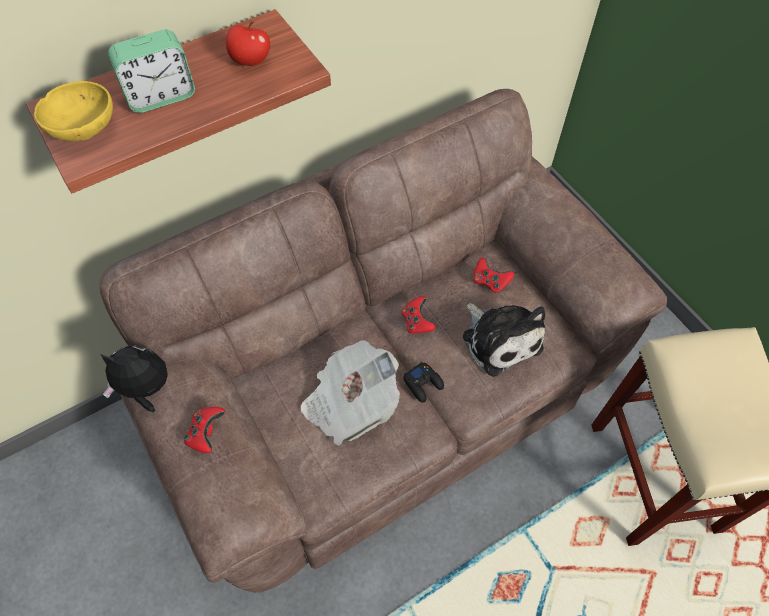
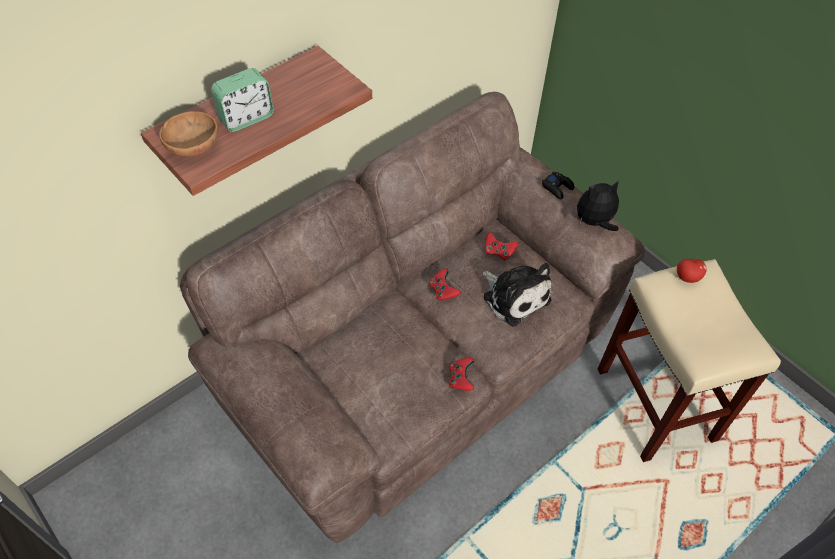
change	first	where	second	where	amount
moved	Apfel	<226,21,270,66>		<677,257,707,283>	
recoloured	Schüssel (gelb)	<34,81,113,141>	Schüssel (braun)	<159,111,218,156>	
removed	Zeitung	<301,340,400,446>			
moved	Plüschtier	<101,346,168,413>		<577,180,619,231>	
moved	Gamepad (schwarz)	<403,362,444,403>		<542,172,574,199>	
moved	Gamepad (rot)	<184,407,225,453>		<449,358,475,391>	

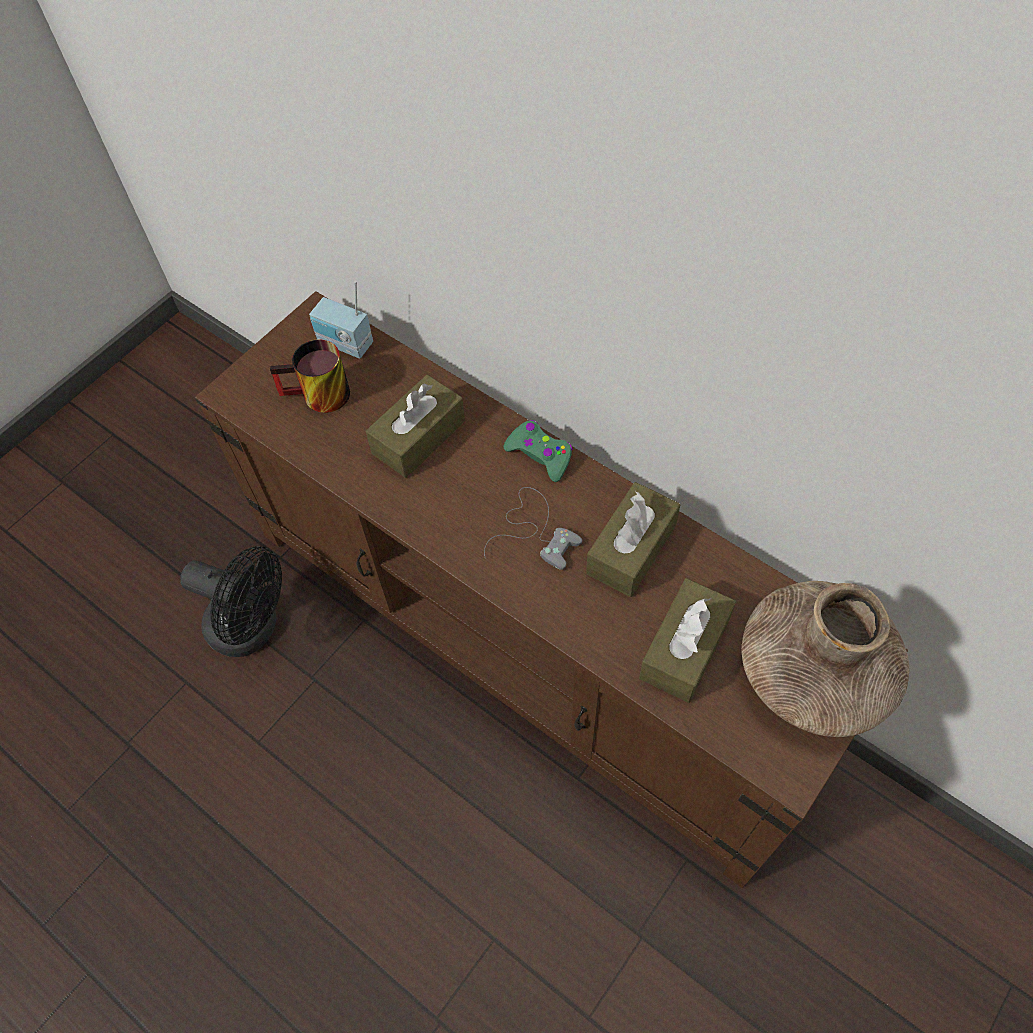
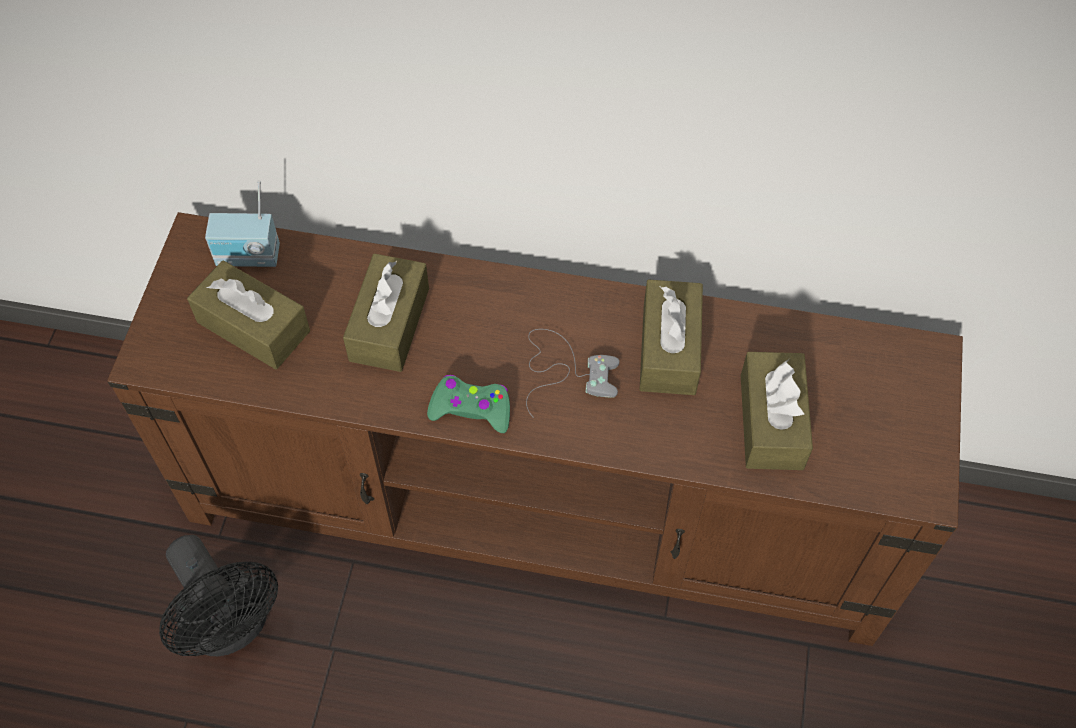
change	first	where	second	where	amount
replaced	Henkelbecher	<270,339,350,413>	Taschentuchbox (braun)	<187,260,310,370>	
moved	Gamepad (grün)	<503,420,573,482>		<427,375,510,433>	
turned	Ventilator (schwarz)	<181,546,282,657>		<159,535,278,656>	60 degrees clockwise
removed	Vase (braun)	<741,581,909,737>			

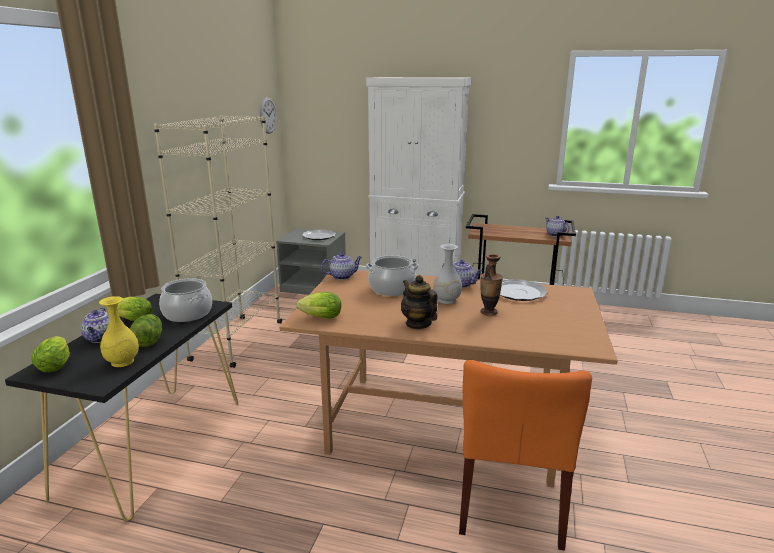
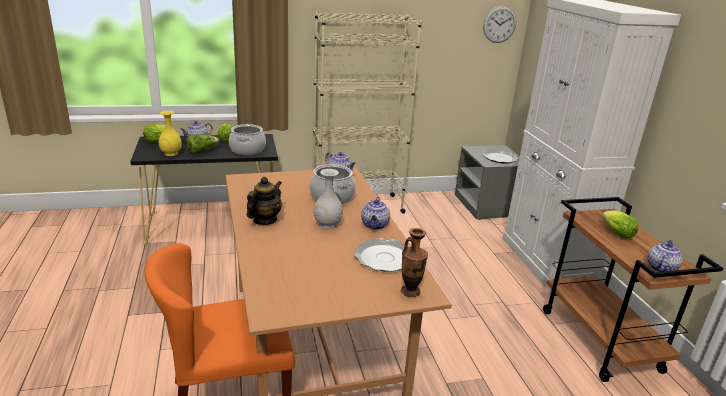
change	first	where	second	where	amount
moved	Vase	<480,254,503,316>		<401,228,428,297>	
moved	Salatkopf	<297,292,341,318>		<602,211,638,238>	

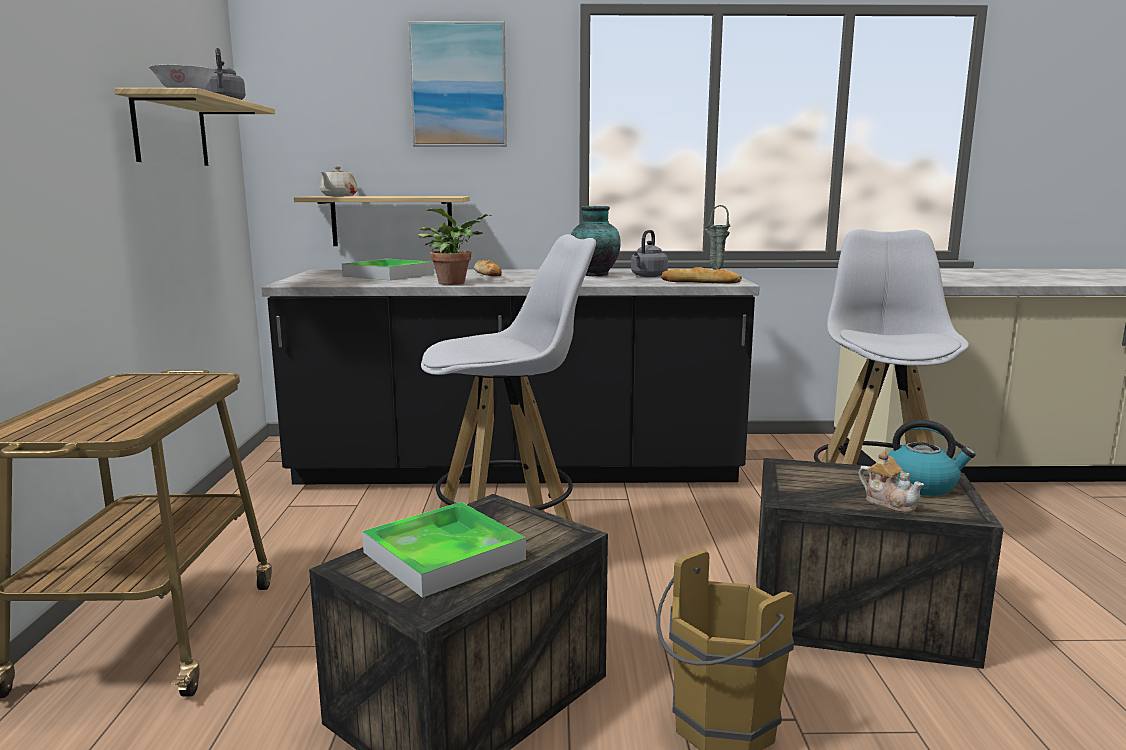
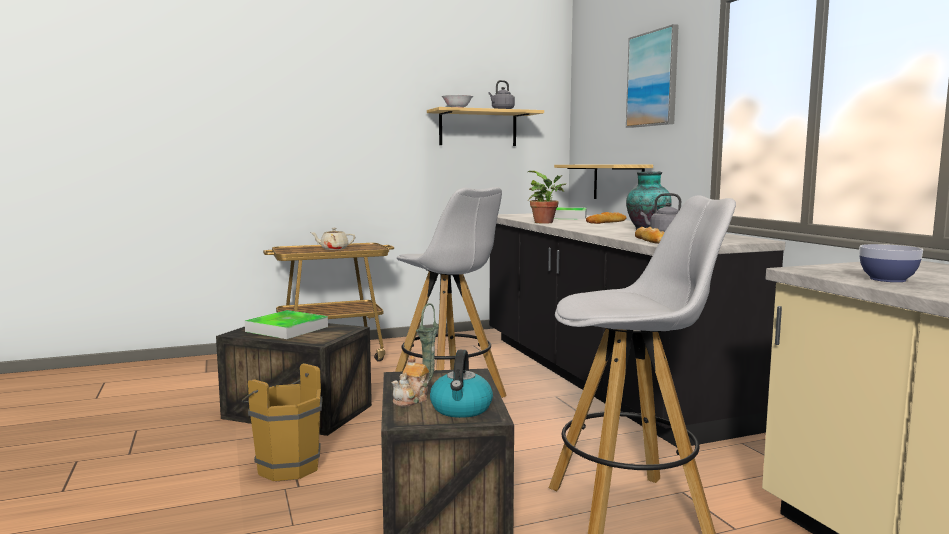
change	first	where	second	where	amount
moved	Teekanne (beige)	<320,166,358,196>		<310,228,355,250>	
moved	Vase (grün)	<705,205,730,270>		<416,303,439,381>	
added			Schüssel	<859,244,923,282>	

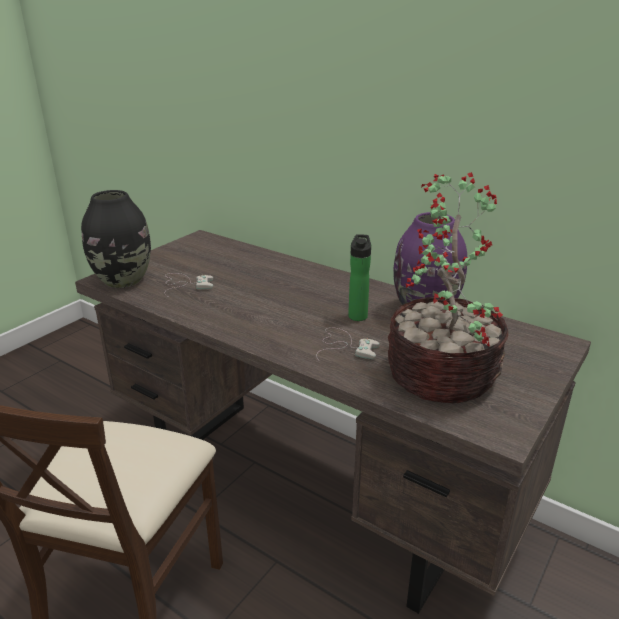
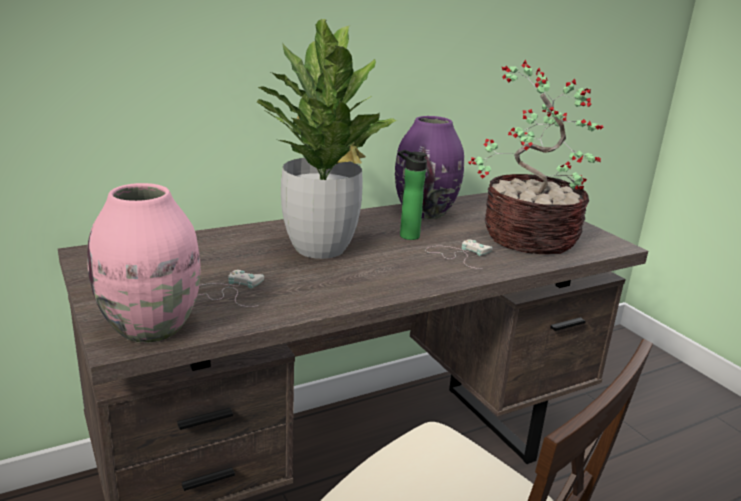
change	first	where	second	where	amount
recoloured	Vase (schwarz)	<81,190,151,288>	Vase (rosa)	<87,183,201,343>	
added			Topfpflanze	<257,19,397,259>	

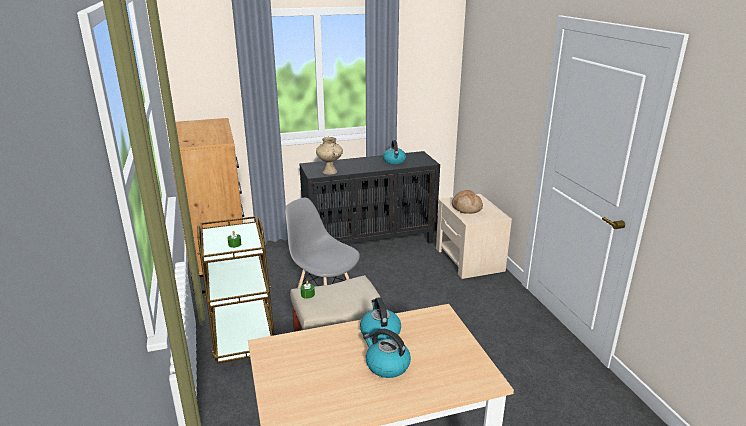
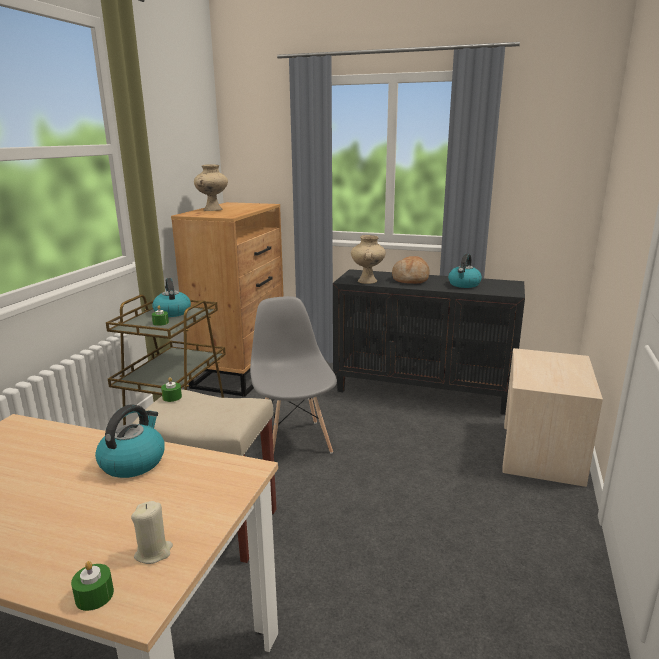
change	first	where	second	where	amount
moved	Brot	<452,190,483,214>		<392,256,430,284>	
moved	Wasserkessel	<363,329,411,378>		<152,278,191,317>	
added			Vase (beige)	<194,164,228,211>	
added			Kerze (beige)	<131,501,173,564>	
added			Kerze (grün)	<71,561,114,611>	

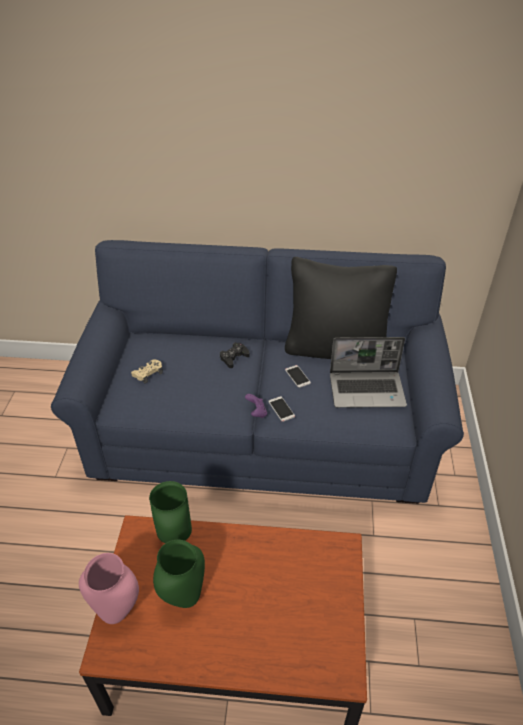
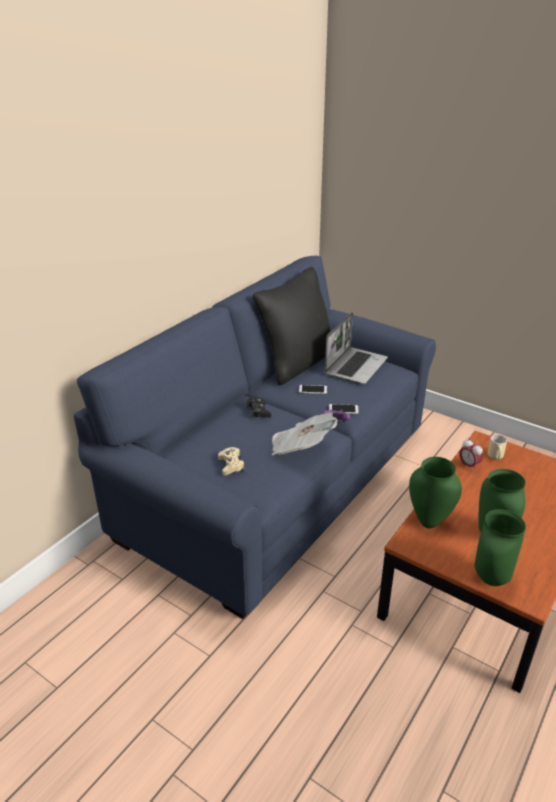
change	first	where	second	where	amount
recoloured	Vase (rosa)	<79,553,139,624>	Vase (grün)	<475,509,526,586>	
added			Zeitung	<272,413,338,455>	
added			Henkelbecher (beige)	<487,435,507,460>	
added			Wecker	<459,439,483,471>	

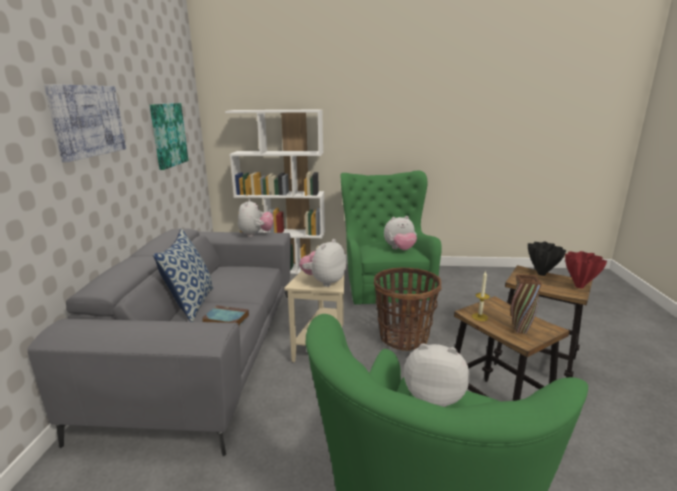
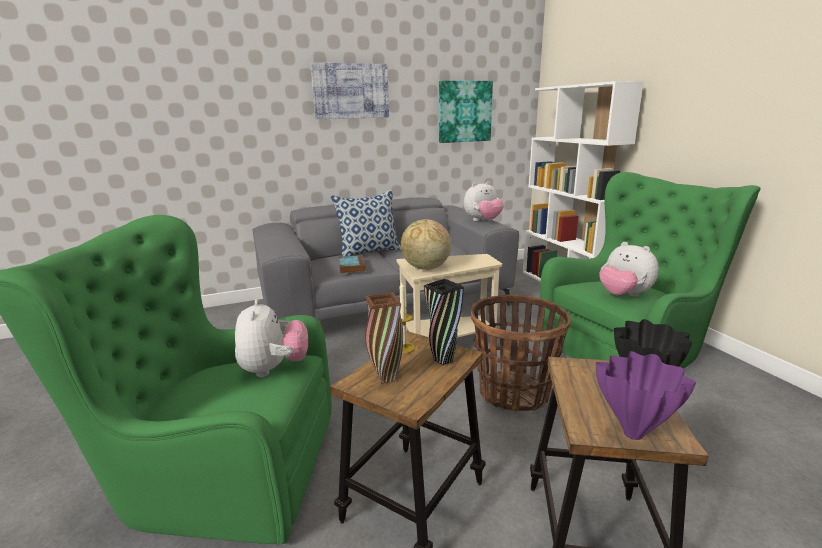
change	first	where	second	where	amount
replaced	Plüschtier	<299,239,346,287>	Globus	<401,219,451,270>	
recoloured	Vase (rot)	<565,251,607,288>	Vase (lila)	<596,351,696,440>	
added			Vase (schwarz)	<424,279,464,365>	

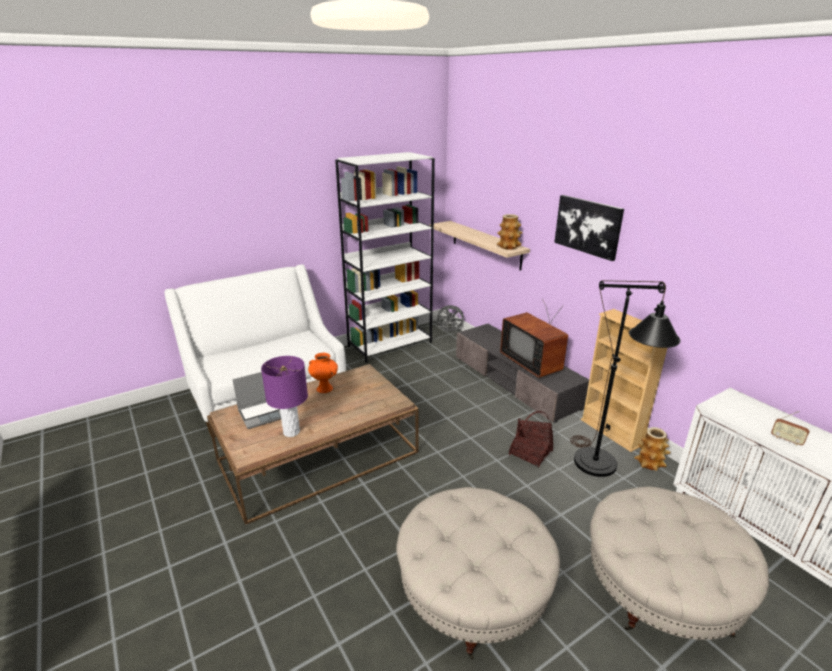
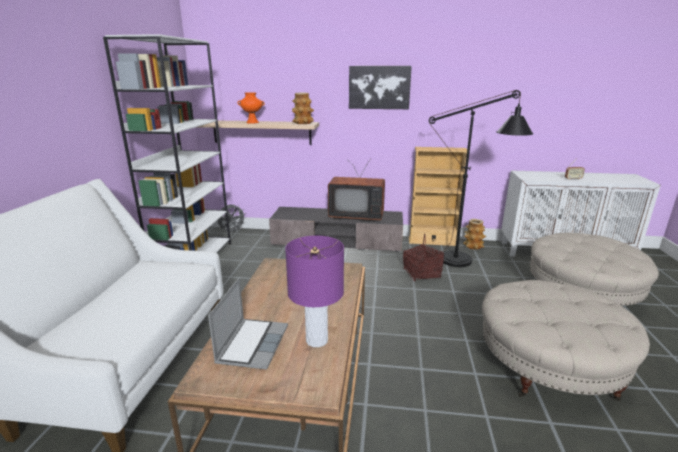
change	first	where	second	where	amount
moved	Vase (orange)	<308,353,338,393>		<237,92,265,124>	

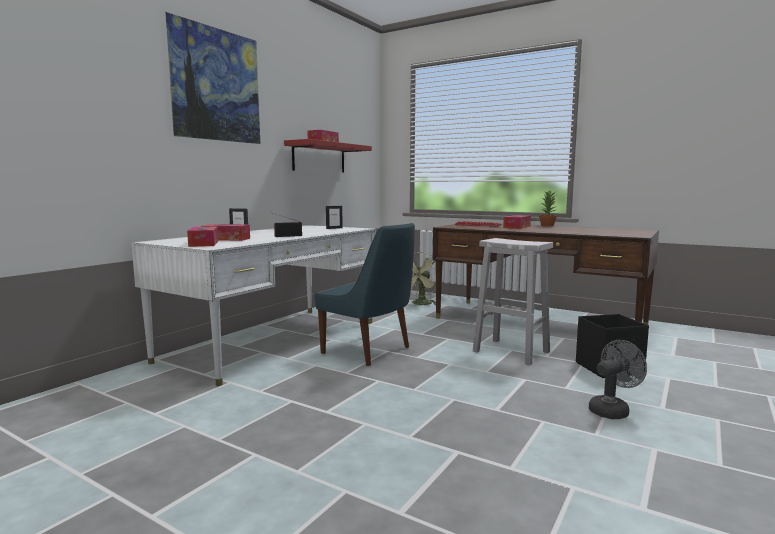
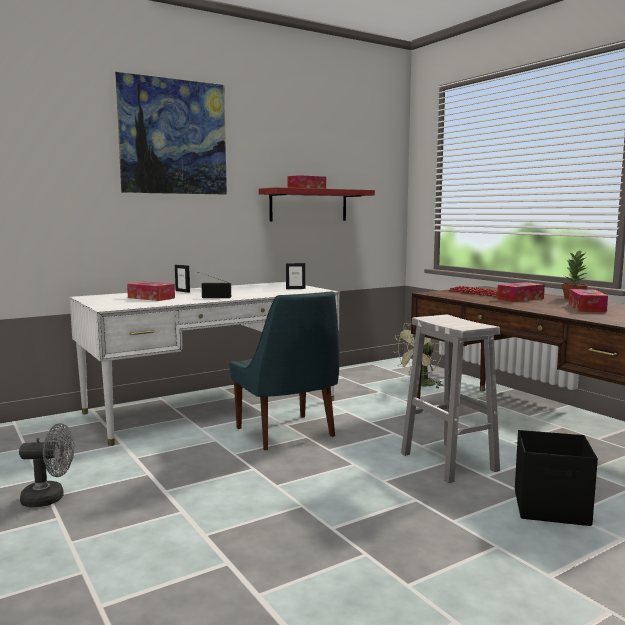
change	first	where	second	where	amount
moved	Taschentuchbox	<187,226,218,247>		<569,289,608,313>	
moved	Ventilator (grau)	<589,340,647,419>		<19,423,74,507>	

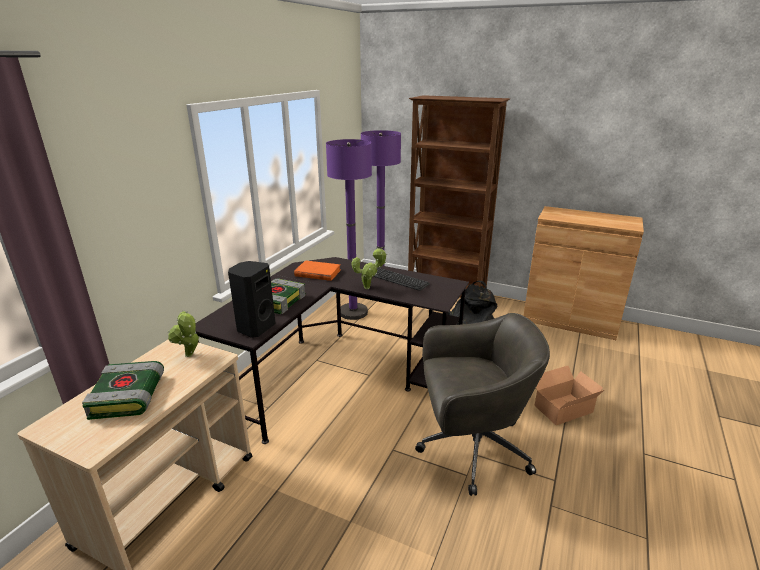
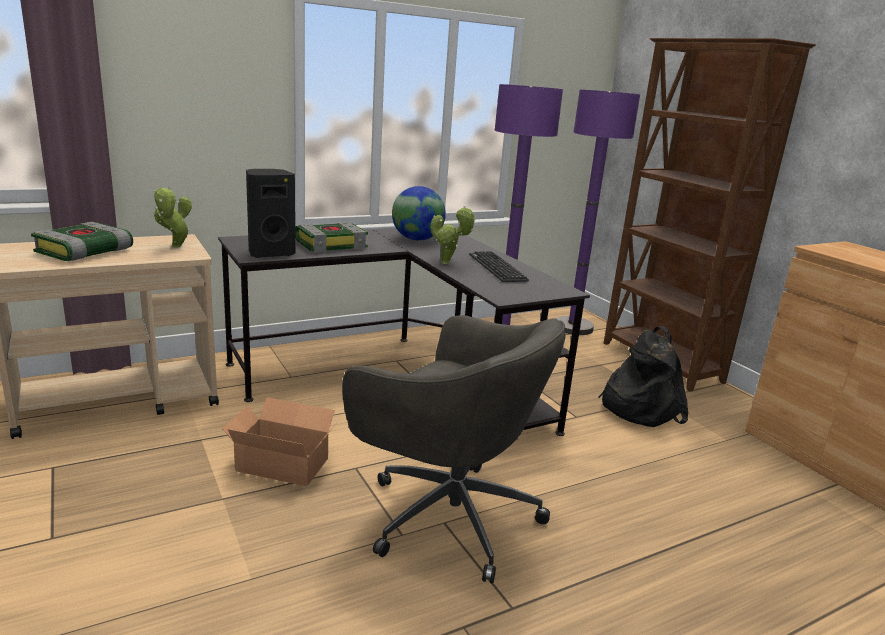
change	first	where	second	where	amount
replaced	Buch (orange)	<294,260,341,281>	Globus	<392,186,446,241>	
moved	Karton	<535,366,604,425>		<222,397,336,486>	

